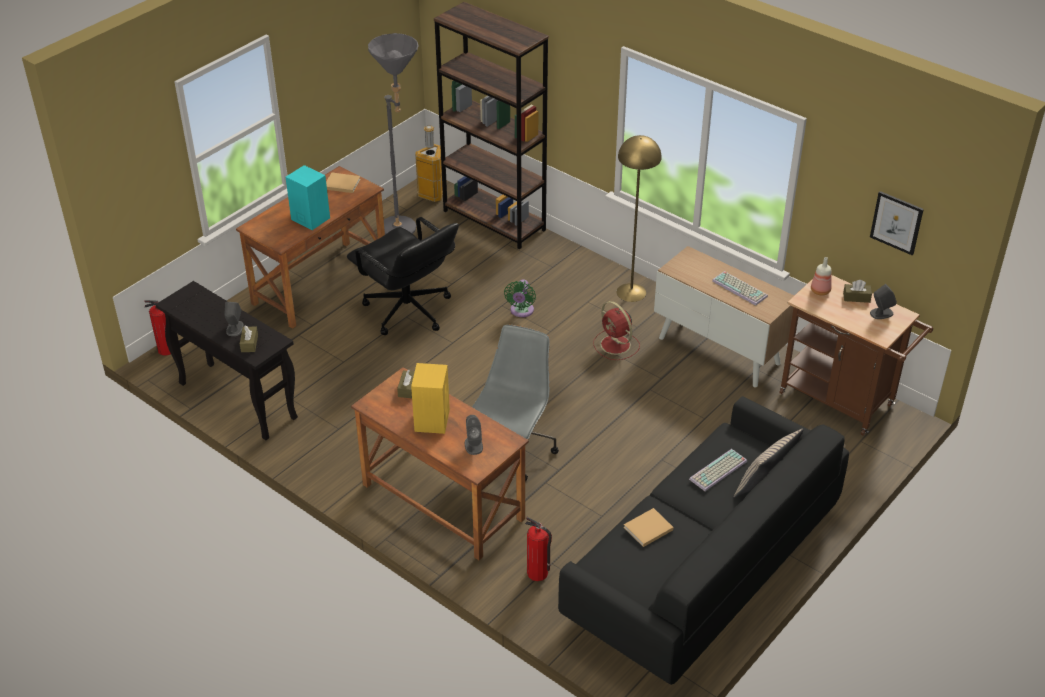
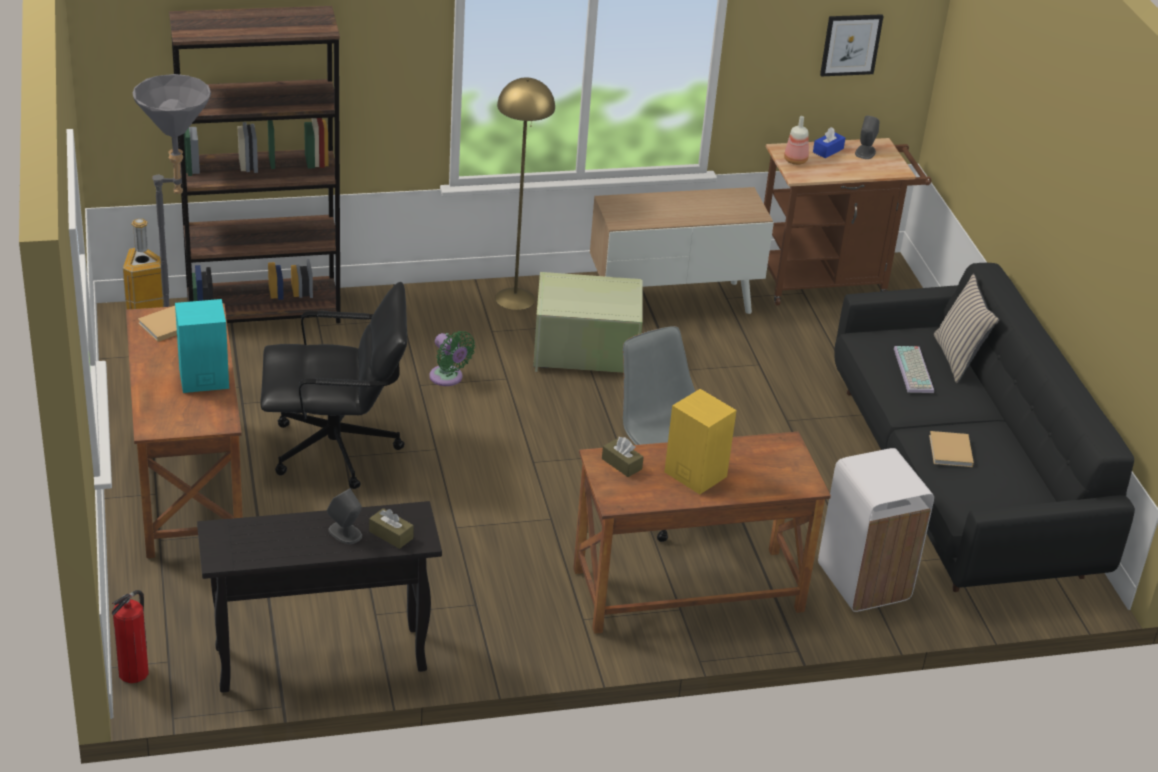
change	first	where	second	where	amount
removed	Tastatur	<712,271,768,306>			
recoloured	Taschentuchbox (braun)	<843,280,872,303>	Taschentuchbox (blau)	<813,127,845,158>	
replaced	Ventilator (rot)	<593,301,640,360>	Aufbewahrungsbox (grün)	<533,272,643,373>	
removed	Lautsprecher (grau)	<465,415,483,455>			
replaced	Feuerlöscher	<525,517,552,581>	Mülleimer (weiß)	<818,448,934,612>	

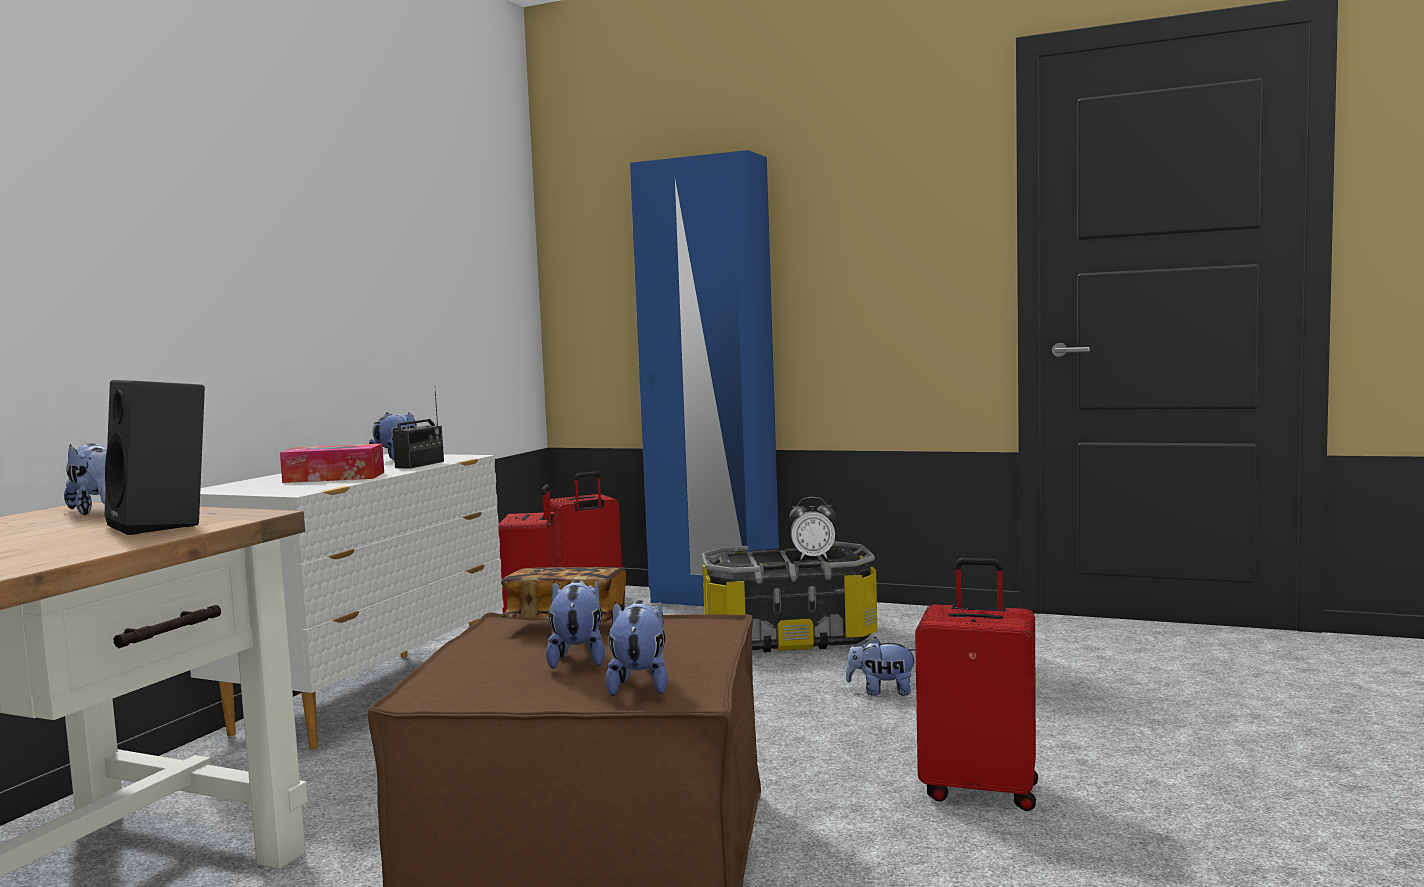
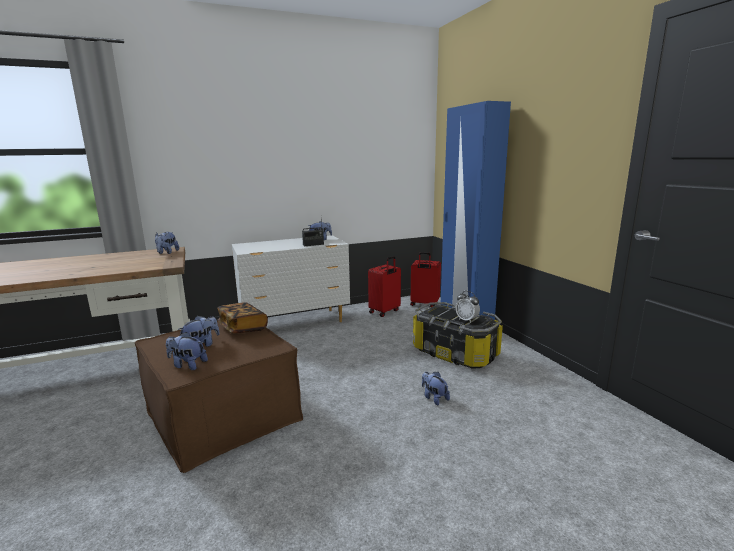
change	first	where	second	where	amount
removed	Lautsprecher (schwarz)	<104,380,205,535>			
removed	Taschentuchbox	<280,444,384,483>			
removed	Koffer (rot)	<915,558,1038,811>			
turned	Plüschtier	<605,600,668,696>		<166,332,208,370>	120 degrees counterclockwise

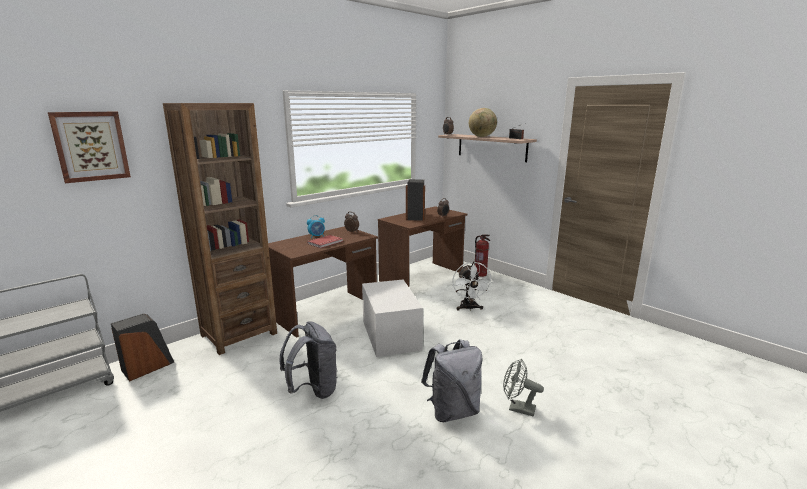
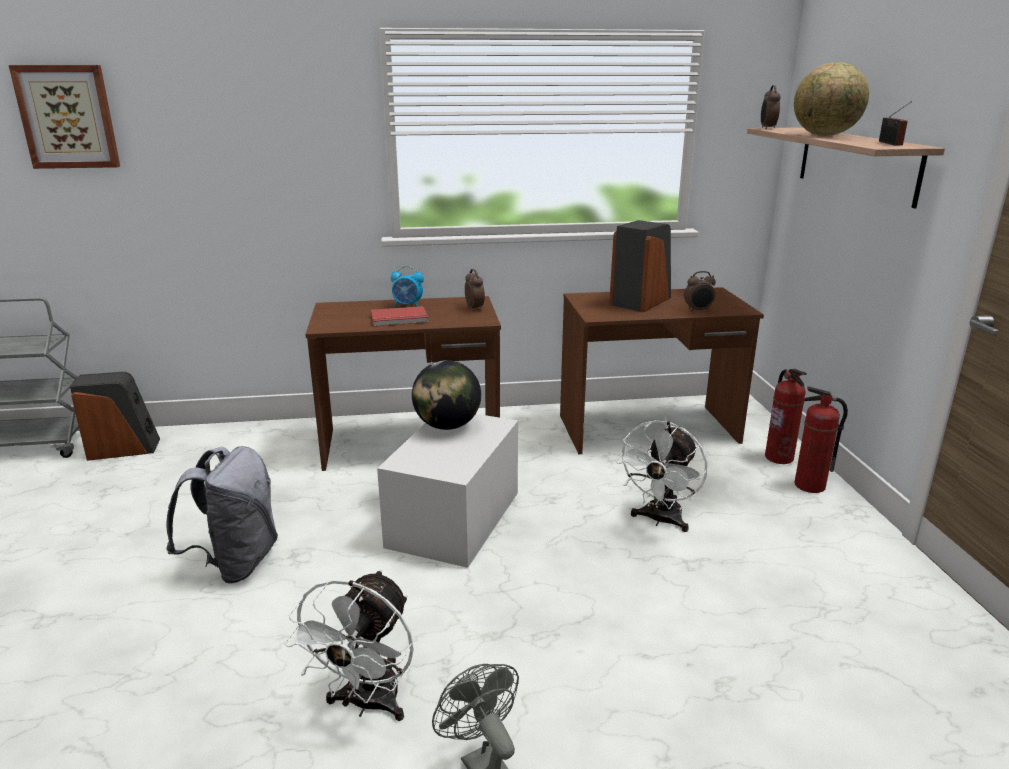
change	first	where	second	where	amount
removed	Bücherregal (braun)	<163,103,277,355>			
replaced	Rucksack (grau)	<421,339,482,422>	Ventilator (weiß)	<285,570,414,721>	
added			Globus	<412,360,481,430>	
added			Feuerlöscher	<794,386,848,493>	

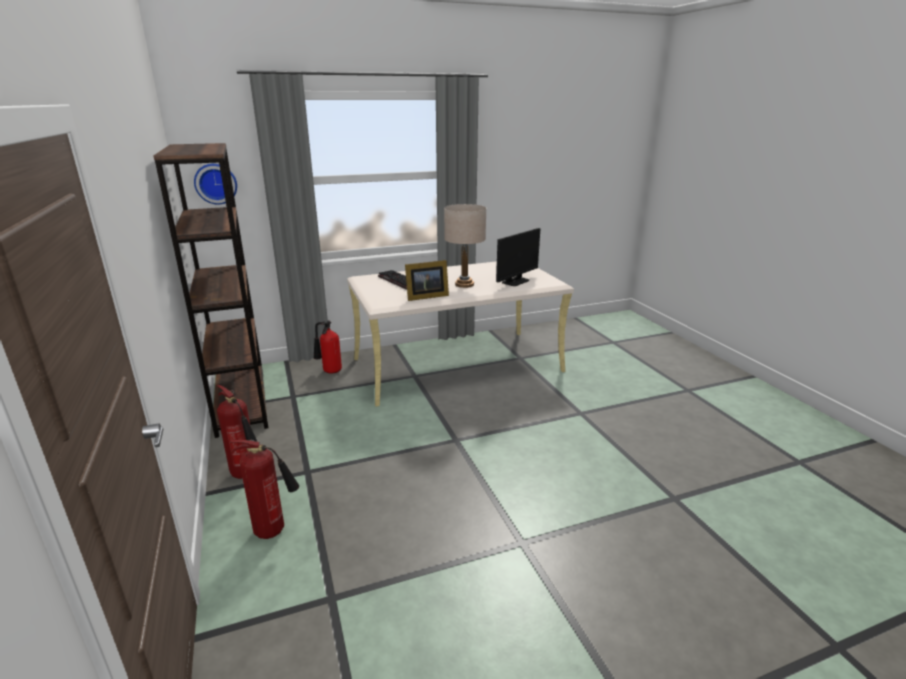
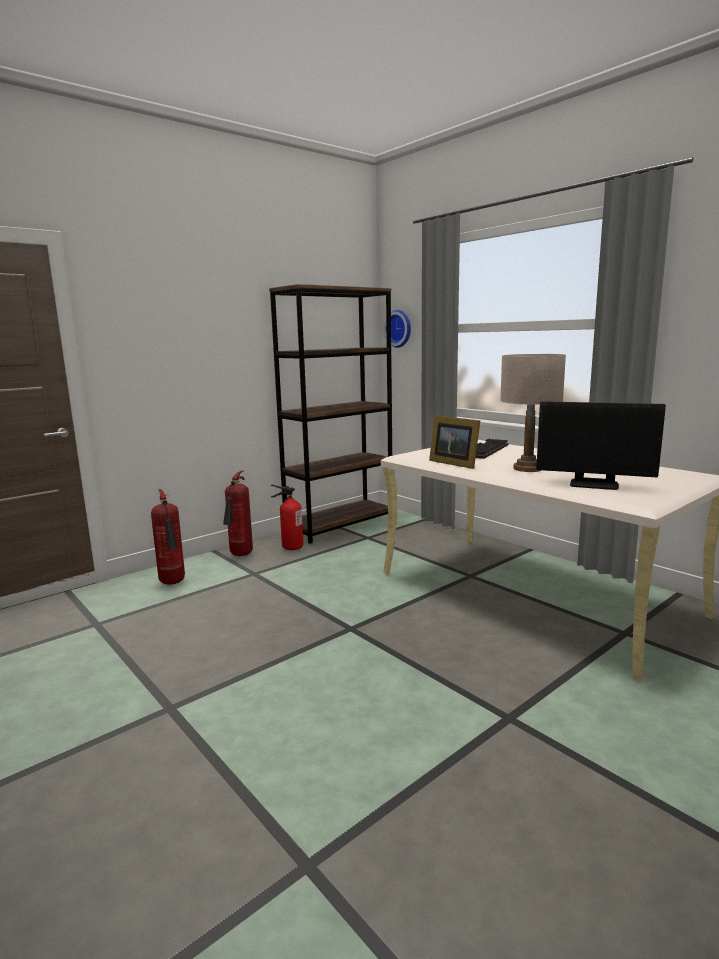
change	first	where	second	where	amount
moved	Feuerlöscher	<313,320,342,374>		<270,485,303,550>	

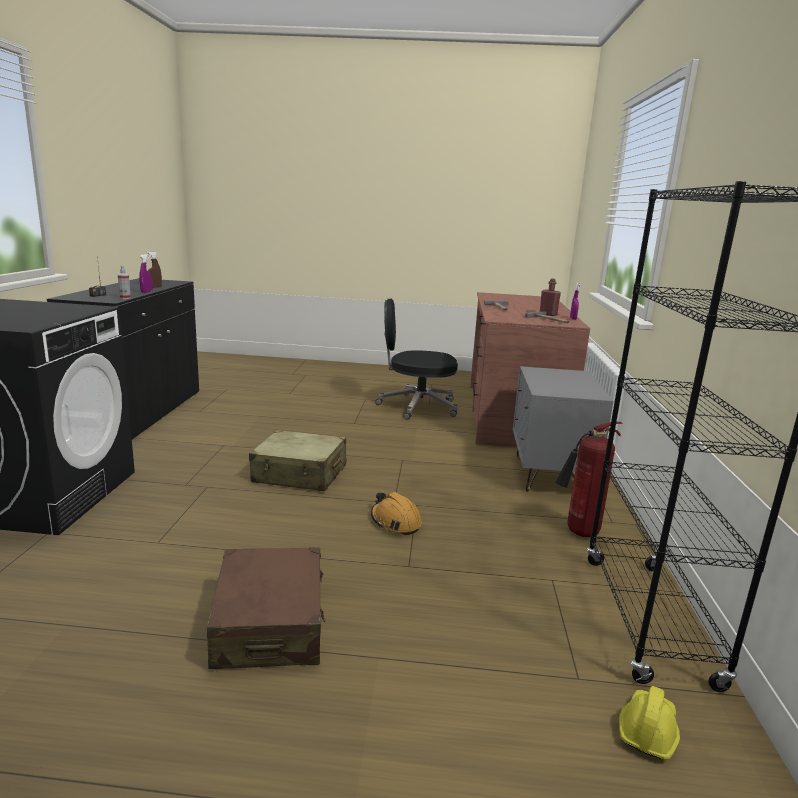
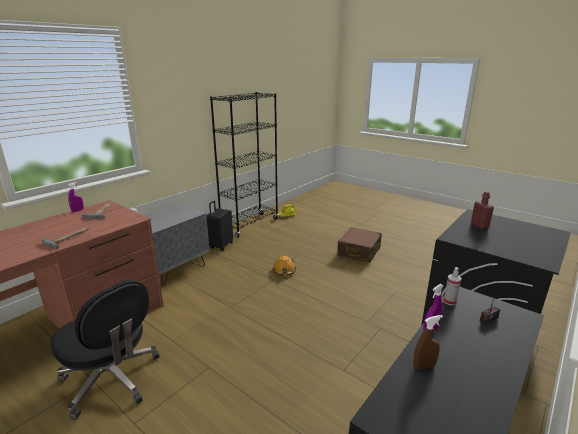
change	first	where	second	where	amount
moved	Flasche (rot)	<540,278,561,316>		<471,191,494,229>	
replaced	Feuerlöscher	<555,422,623,537>	Koffer (schwarz)	<206,201,233,251>	
removed	Koffer (beige)	<249,430,346,491>			

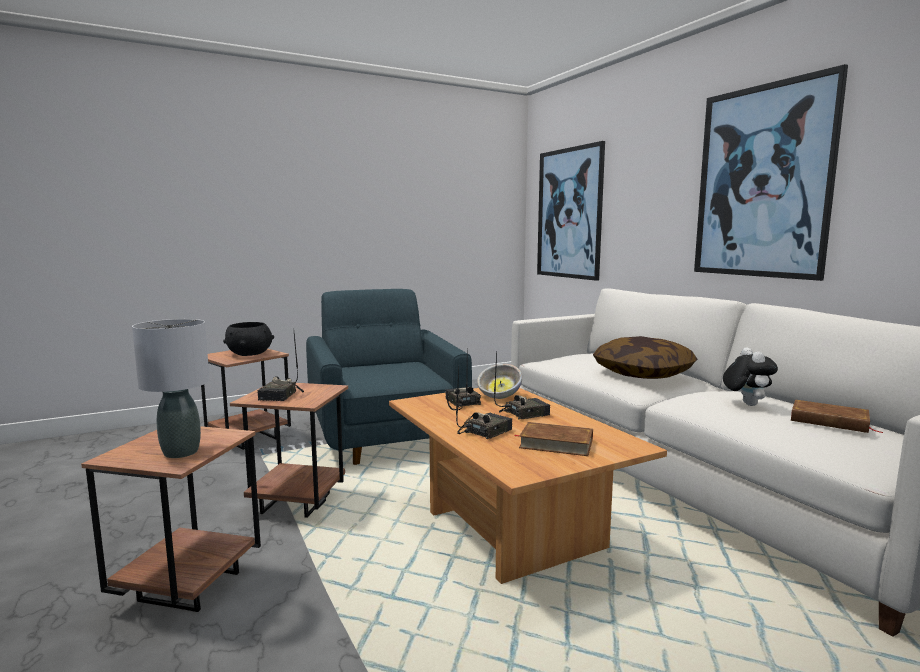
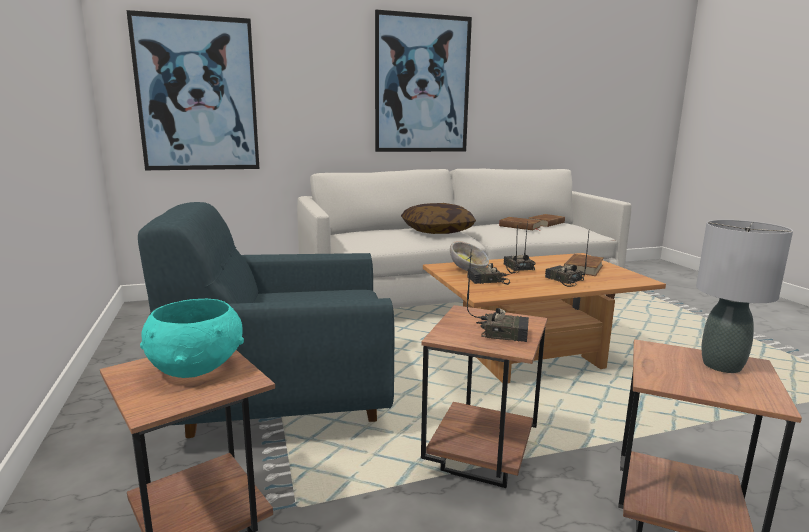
change	first	where	second	where	amount
recoloured	Schüssel (schwarz)	<223,322,274,356>	Schüssel (türkis)	<140,299,244,378>	
replaced	Plüschtier	<723,348,778,406>	Buch (braun)	<499,217,541,231>	

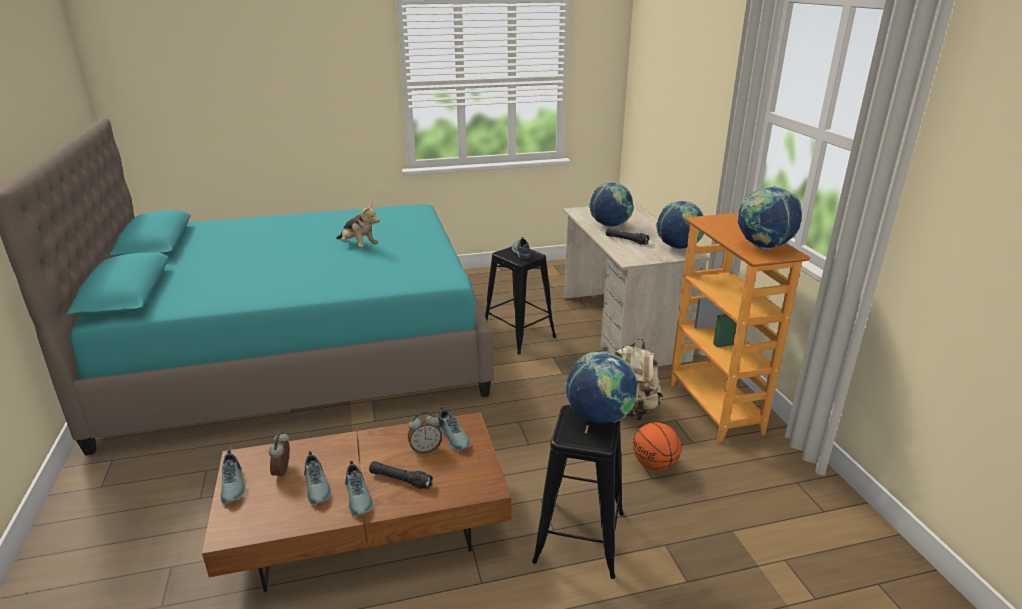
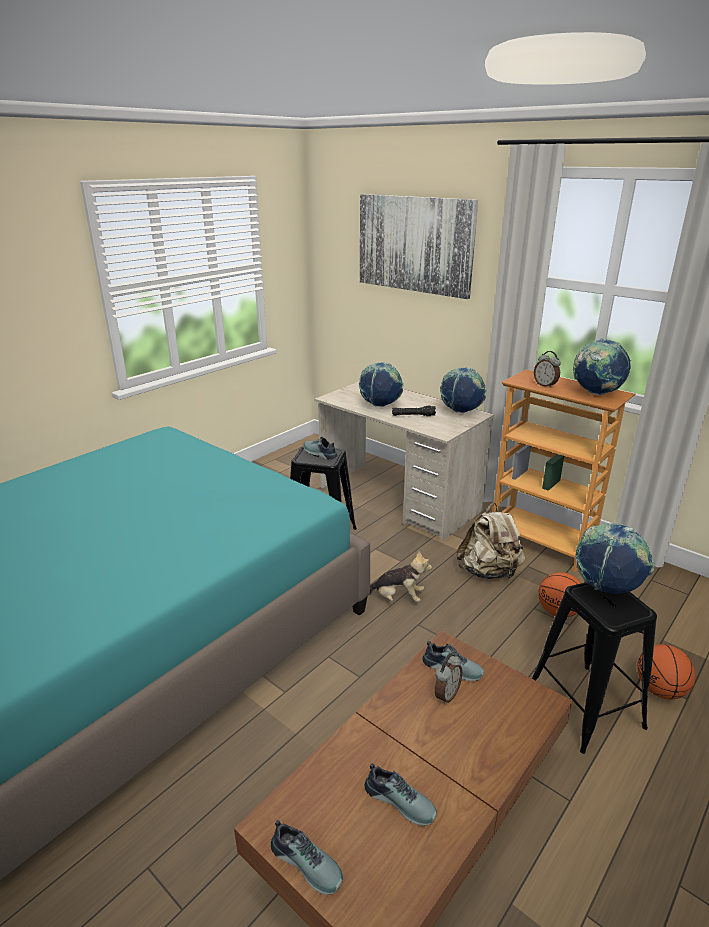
change	first	where	second	where	amount
moved	Plüschtier	<336,203,380,248>		<369,550,432,602>	
moved	Wecker	<269,432,290,479>		<534,351,561,388>	
removed	Schuh	<345,460,373,516>			
removed	Taschenlampe (schwarz)	<369,461,433,490>			
added			Bild	<360,194,478,299>	
added			Basketball	<637,644,695,699>	

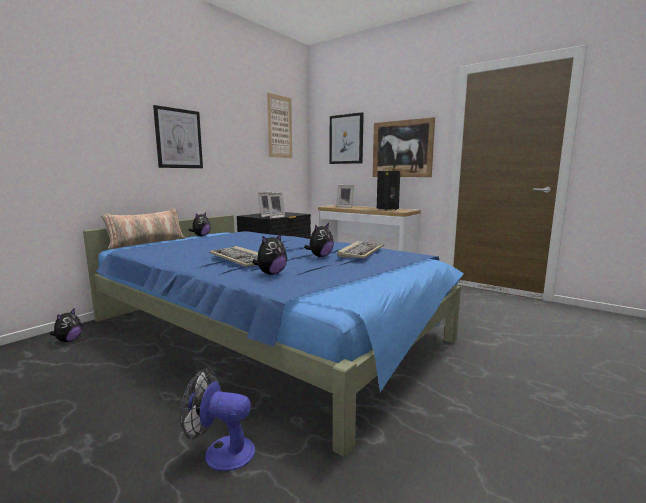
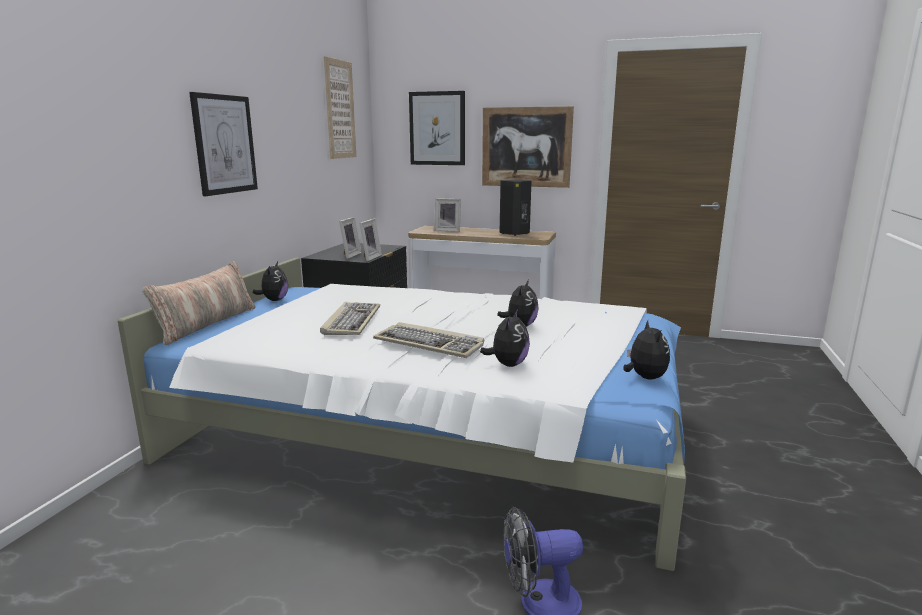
change	first	where	second	where	amount
recoloured	Bett (blau)	<83,215,464,457>	Bett (weiß)	<118,258,686,571>	
moved	Tastatur	<337,241,384,258>		<320,302,380,335>	
moved	Plüschtier	<50,308,82,342>		<624,320,670,380>	

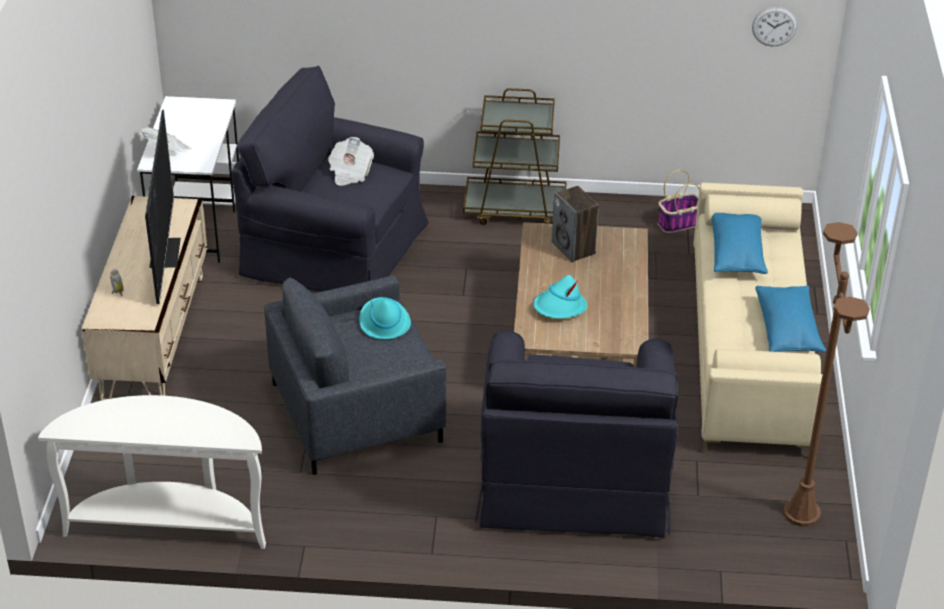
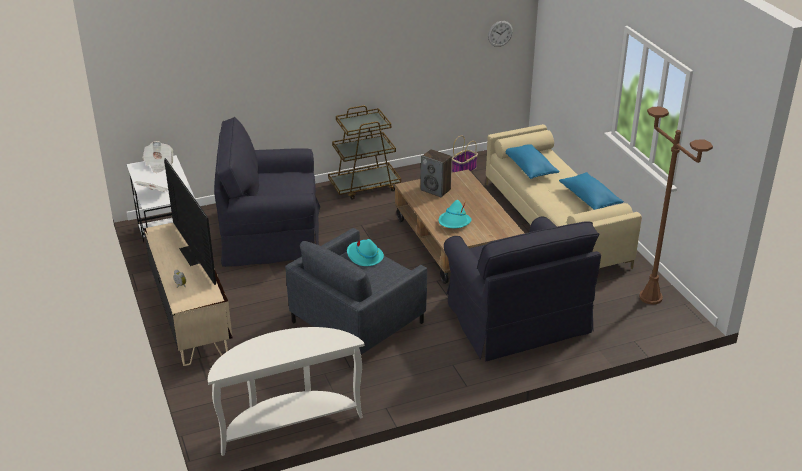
change	first	where	second	where	amount
moved	Zeitung	<328,137,374,186>		<143,141,173,173>	

